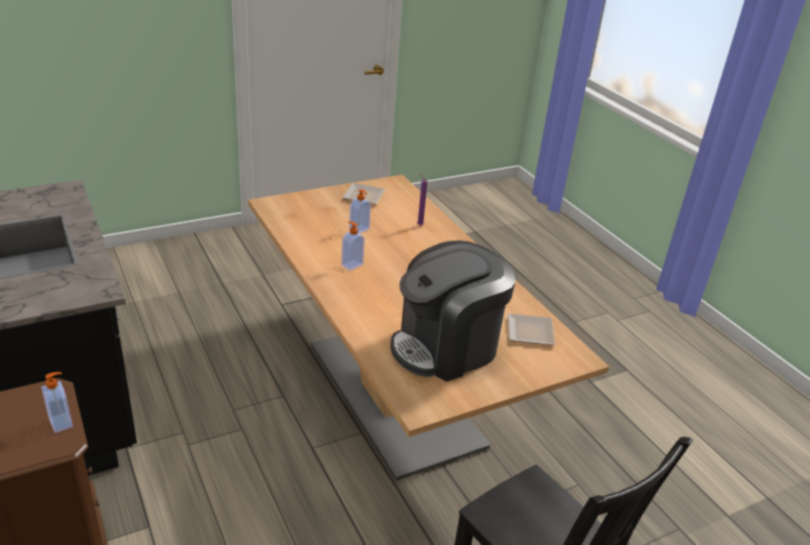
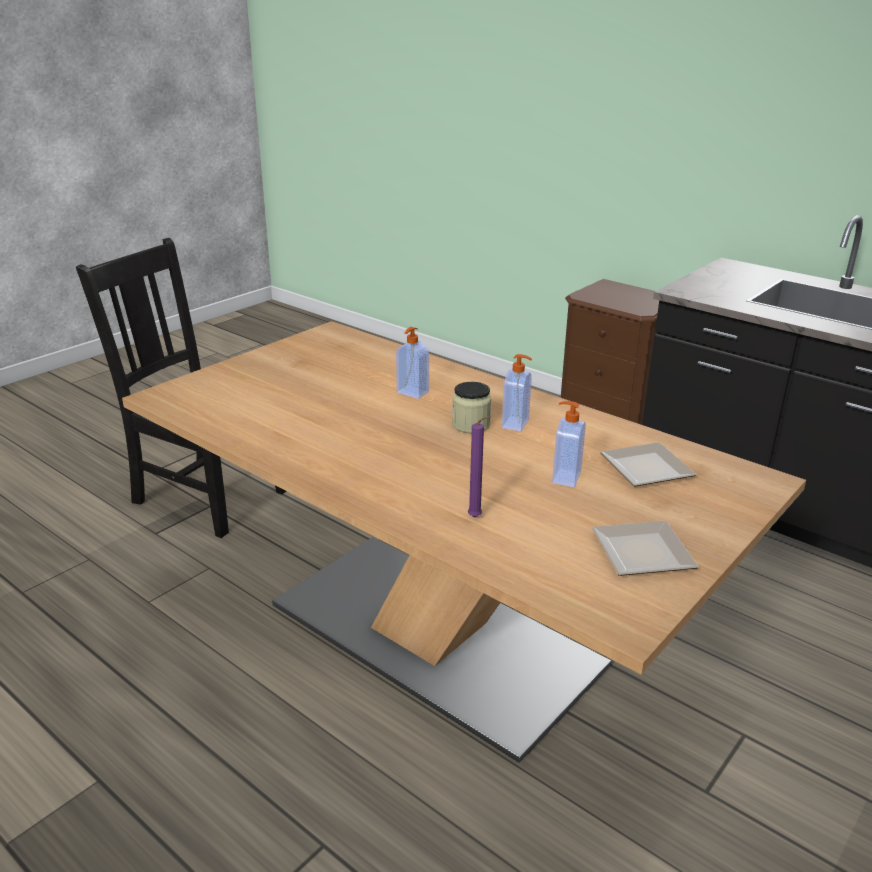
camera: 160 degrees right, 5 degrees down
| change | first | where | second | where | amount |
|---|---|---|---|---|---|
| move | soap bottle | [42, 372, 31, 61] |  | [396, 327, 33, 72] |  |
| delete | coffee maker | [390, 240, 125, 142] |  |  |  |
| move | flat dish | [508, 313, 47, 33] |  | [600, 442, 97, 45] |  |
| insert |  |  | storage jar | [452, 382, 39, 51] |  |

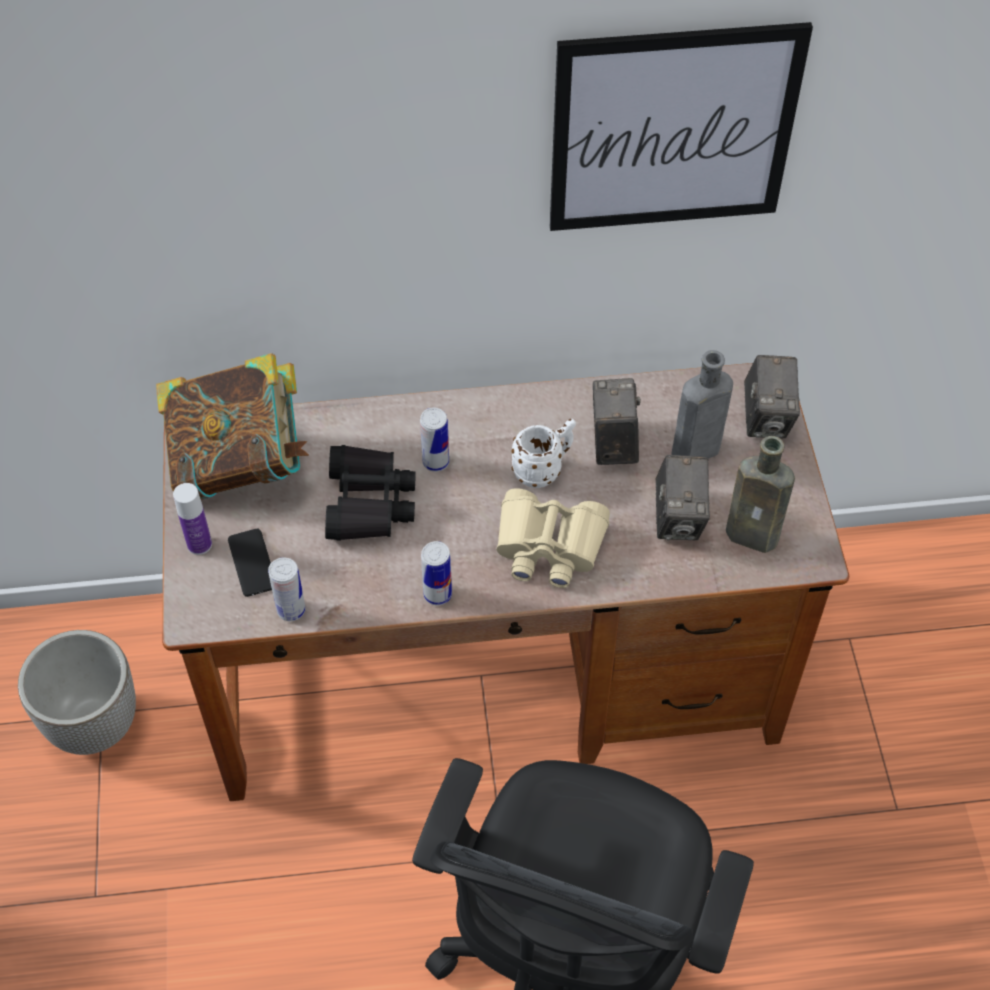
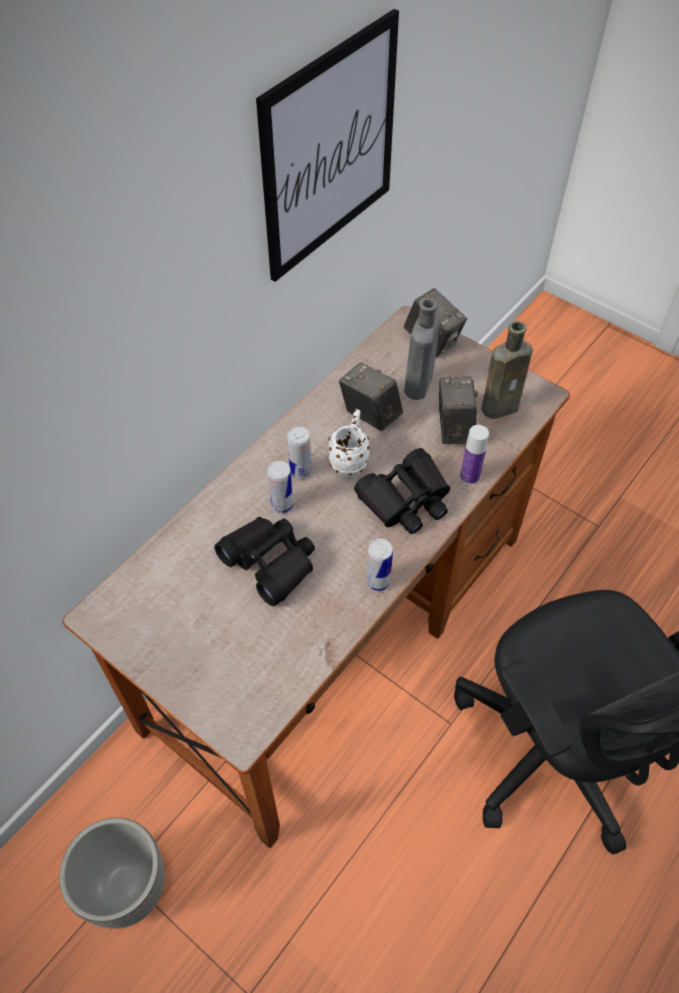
camera: 45 degrees left, 0 degrees up
| change | first | where | second | where | amount |
|---|---|---|---|---|---|
| delete | bound book | [156, 353, 153, 147] |  |  |  |
| move | beverage bottle | [173, 483, 39, 72] |  | [460, 425, 29, 60] |  |
| delete | phone | [228, 528, 44, 69] |  |  |  |
| move | sealed can | [268, 558, 38, 63] |  | [287, 427, 25, 52] |  |
| recolor | beige-coloured pair of binoculars | [496, 488, 114, 100] | black pair of binoculars | [354, 448, 96, 86] |  |
| rotate | still camera | [655, 455, 55, 85] |  | [439, 376, 39, 68] | 135 degrees counterclockwise |

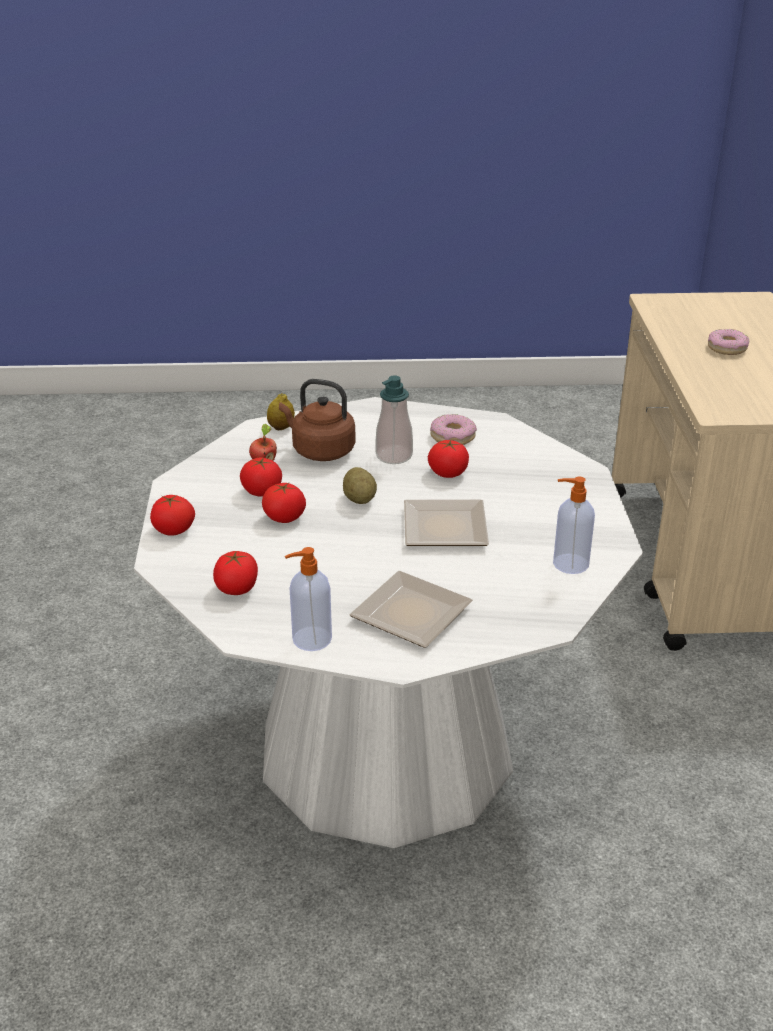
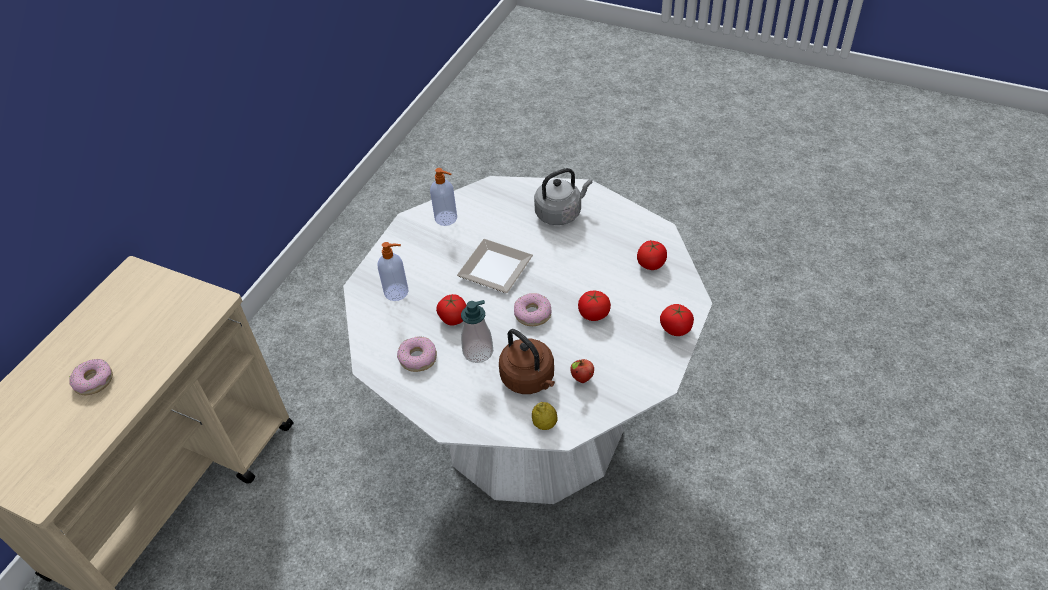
camera: 150 degrees left, 15 degrees up
| change | first | where | second | where | amount |
|---|---|---|---|---|---|
| delete | whole tomato | [240, 458, 42, 39] |  |  |  |
| move | soap bottle | [285, 547, 47, 104] |  | [378, 242, 31, 59] |  |
| replace | spud | [343, 467, 34, 37] | doughnut | [514, 293, 37, 33] |  |
| replace | flat dish | [349, 571, 124, 77] | grey tea kettle | [534, 168, 59, 57] |  |

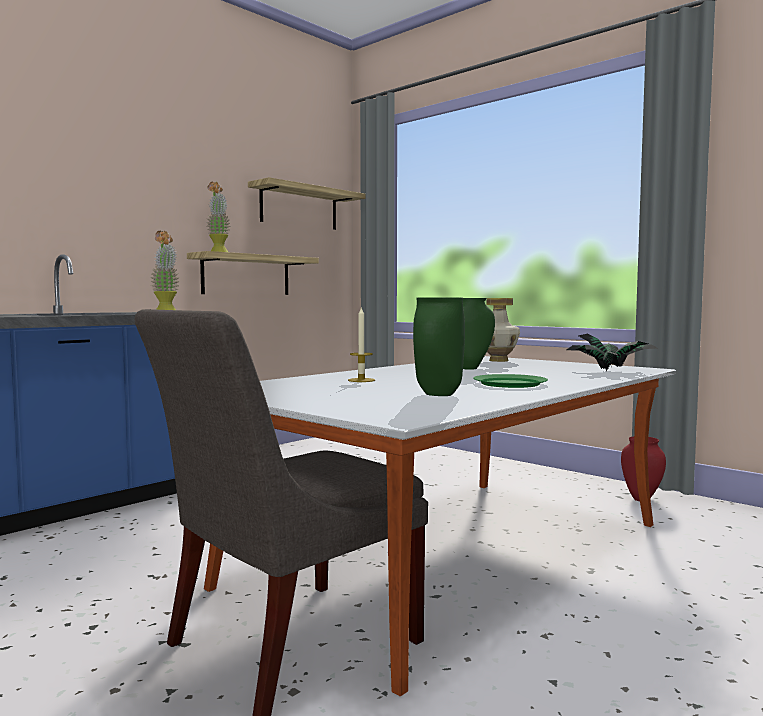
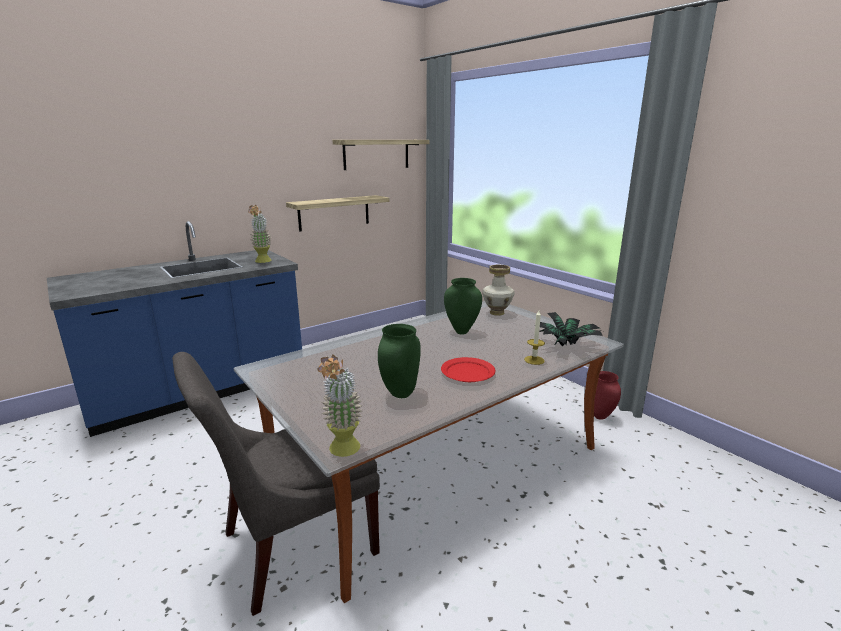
camera: 10 degrees right, 15 degrees up
| change | first | where | second | where | amount |
|---|---|---|---|---|---|
| move | houseplant | [207, 181, 24, 71] |  | [317, 354, 46, 103] |  |
| move | candle | [348, 306, 27, 76] |  | [524, 310, 21, 55] |  |
| recolor | green-coloured flat dish | [473, 374, 75, 14] | red flat dish | [441, 357, 54, 25] |  |

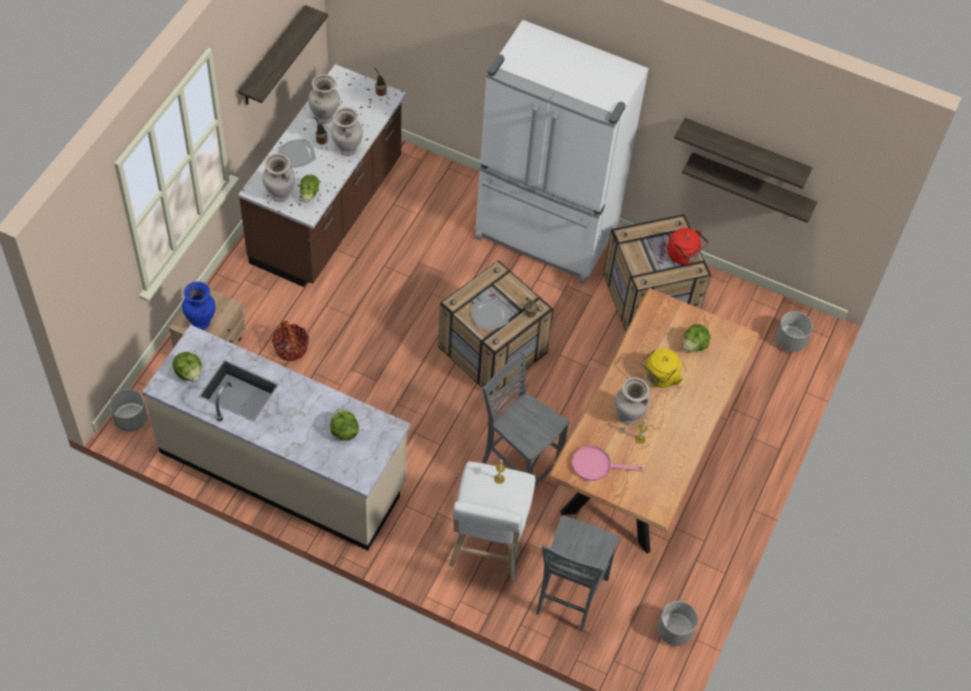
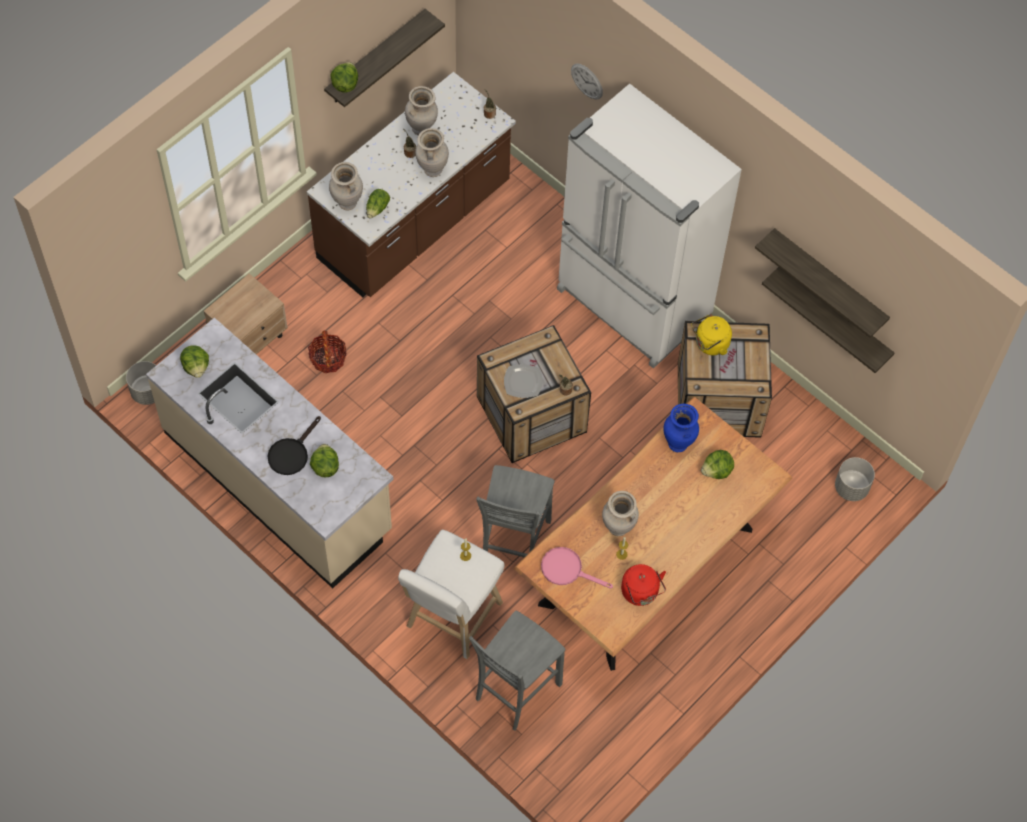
camera: 20 degrees right, 5 degrees up
| change | first | where | second | where | amount |
|---|---|---|---|---|---|
| move | bluish vase | [182, 282, 33, 48] |  | [663, 404, 36, 48] |  |
| delete | flat dish | [278, 139, 38, 29] |  |  |  |
| rotate | grey upright chair | [482, 351, 87, 135] |  | [476, 465, 79, 92] | 135 degrees counterclockwise |
| move | yellow-coloured tea kettle | [641, 349, 42, 39] |  | [691, 315, 41, 40] |  |
| delete | grey plant pot | [658, 601, 40, 45] |  |  |  |
| move | red tea kettle | [667, 228, 41, 37] |  | [621, 564, 45, 42] |  |
| insert |  |  | black pan | [267, 416, 54, 59] |  |
| insert |  |  | lettuce head | [331, 62, 27, 31] |  |
| insert |  |  | wall clock | [571, 64, 32, 35] |  |

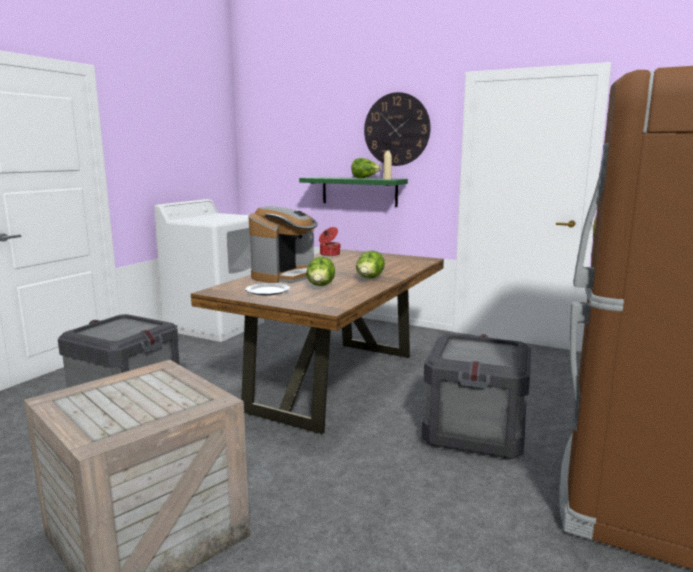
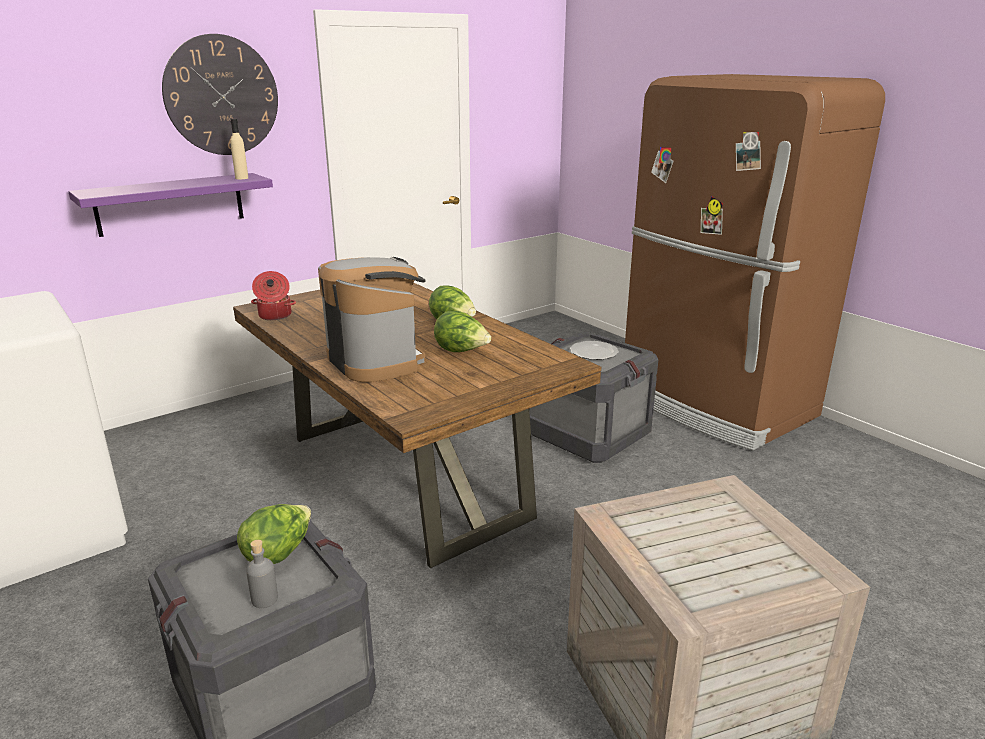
camera: 65 degrees left, 10 degrees up
| change | first | where | second | where | amount |
|---|---|---|---|---|---|
| move | flat dish | [245, 283, 45, 12] |  | [570, 341, 49, 19] |  |
| recolor | green-coloured shelf | [299, 177, 109, 30] | purplish shelf | [68, 173, 205, 64] |  |
| move | lettuce head | [351, 158, 30, 20] |  | [237, 504, 74, 60] |  |
| insert |  |  | grey beverage bottle | [246, 540, 32, 68] |  |

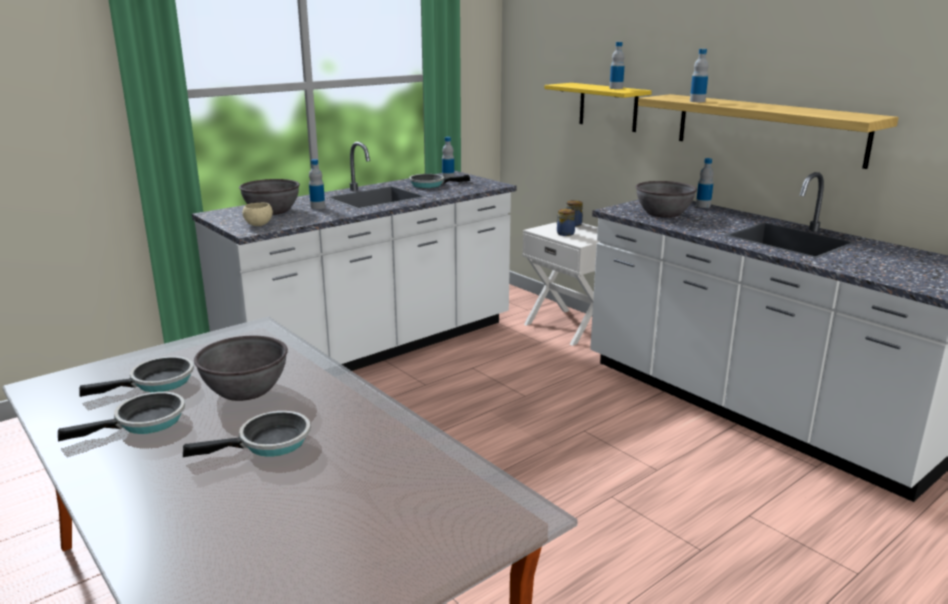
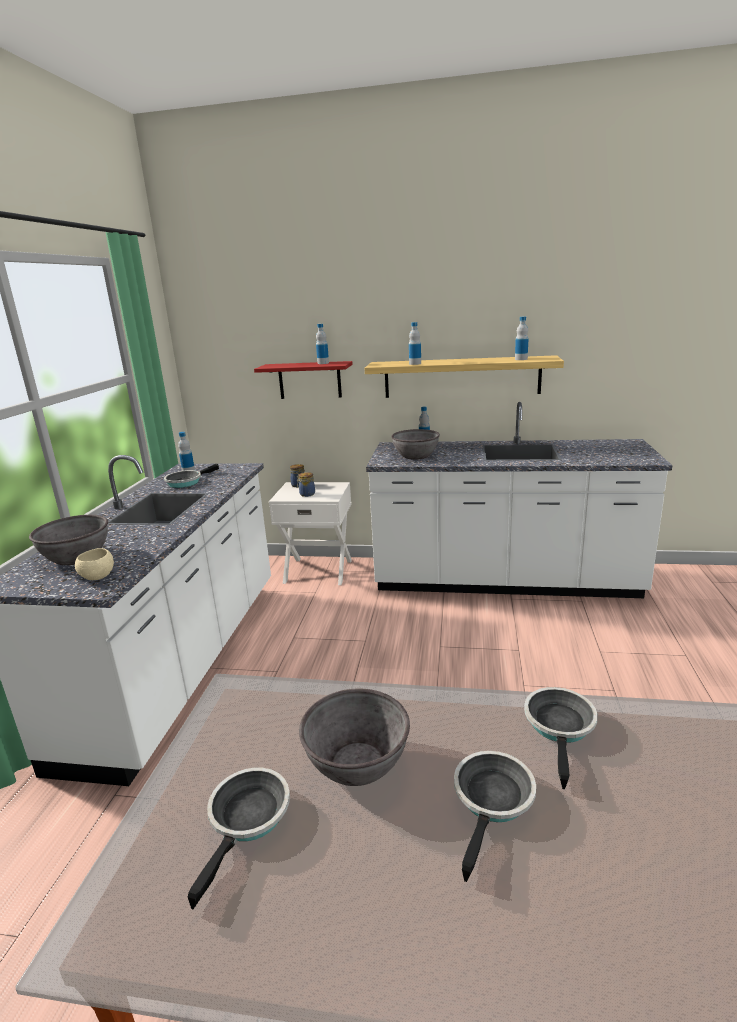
camera: 40 degrees left, 0 degrees up
| change | first | where | second | where | amount |
|---|---|---|---|---|---|
| move | pan | [58, 392, 127, 50] |  | [524, 687, 74, 102] |  |
| move | beverage bottle | [309, 159, 16, 50] |  | [515, 317, 13, 43] |  |
| recolor | yellow-coloured shelf | [544, 83, 108, 49] | red shelf | [254, 361, 99, 38] |  |

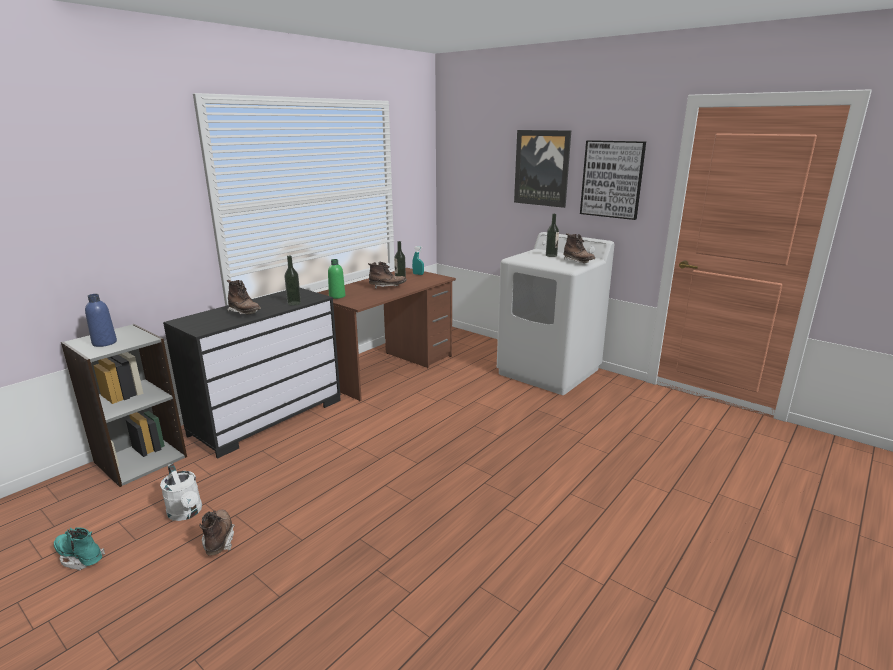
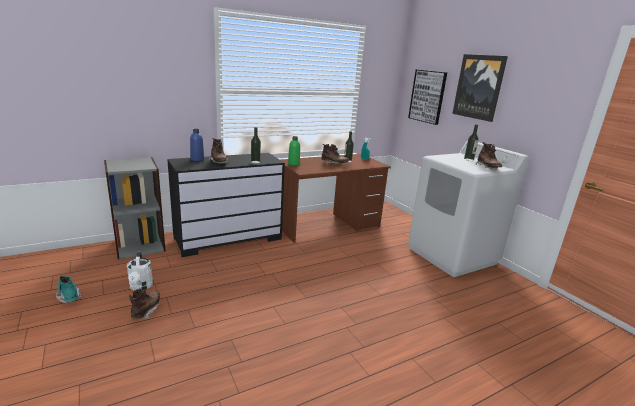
camera: 20 degrees right, 0 degrees up
| change | first | where | second | where | amount |
|---|---|---|---|---|---|
| move | bluish beverage bottle | [85, 294, 32, 53] |  | [190, 129, 14, 32] |  |
| move | picture | [580, 140, 66, 80] |  | [408, 70, 39, 55] |  |

